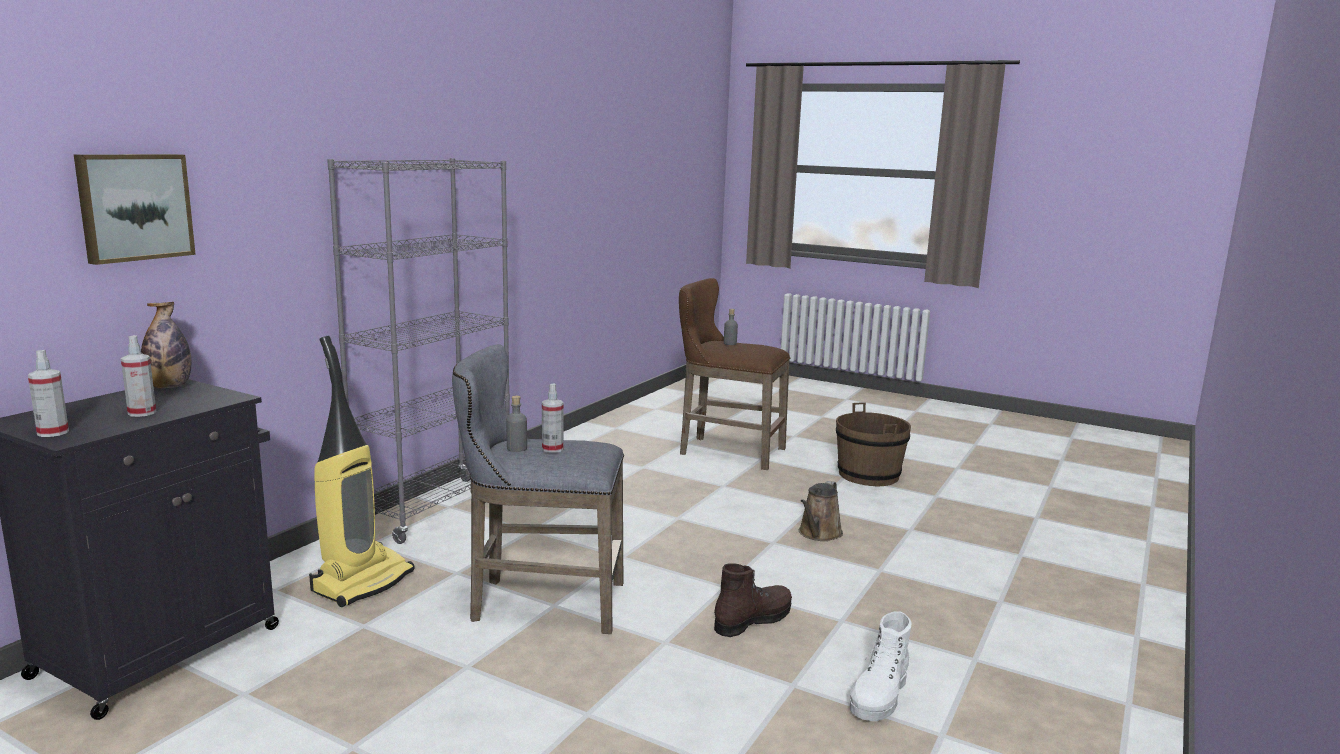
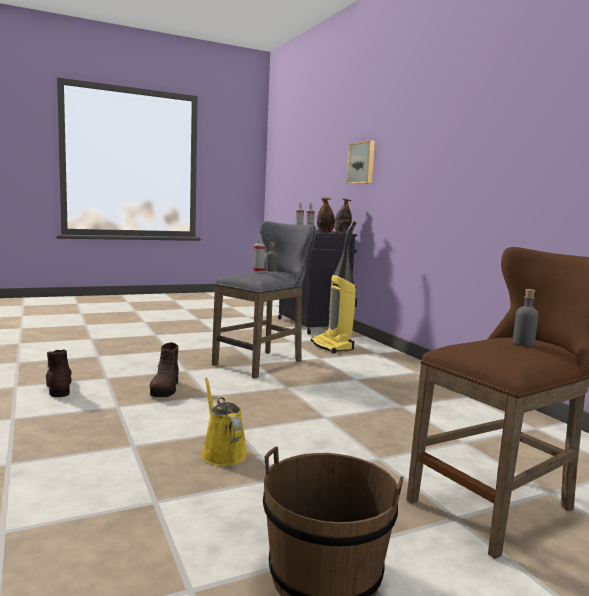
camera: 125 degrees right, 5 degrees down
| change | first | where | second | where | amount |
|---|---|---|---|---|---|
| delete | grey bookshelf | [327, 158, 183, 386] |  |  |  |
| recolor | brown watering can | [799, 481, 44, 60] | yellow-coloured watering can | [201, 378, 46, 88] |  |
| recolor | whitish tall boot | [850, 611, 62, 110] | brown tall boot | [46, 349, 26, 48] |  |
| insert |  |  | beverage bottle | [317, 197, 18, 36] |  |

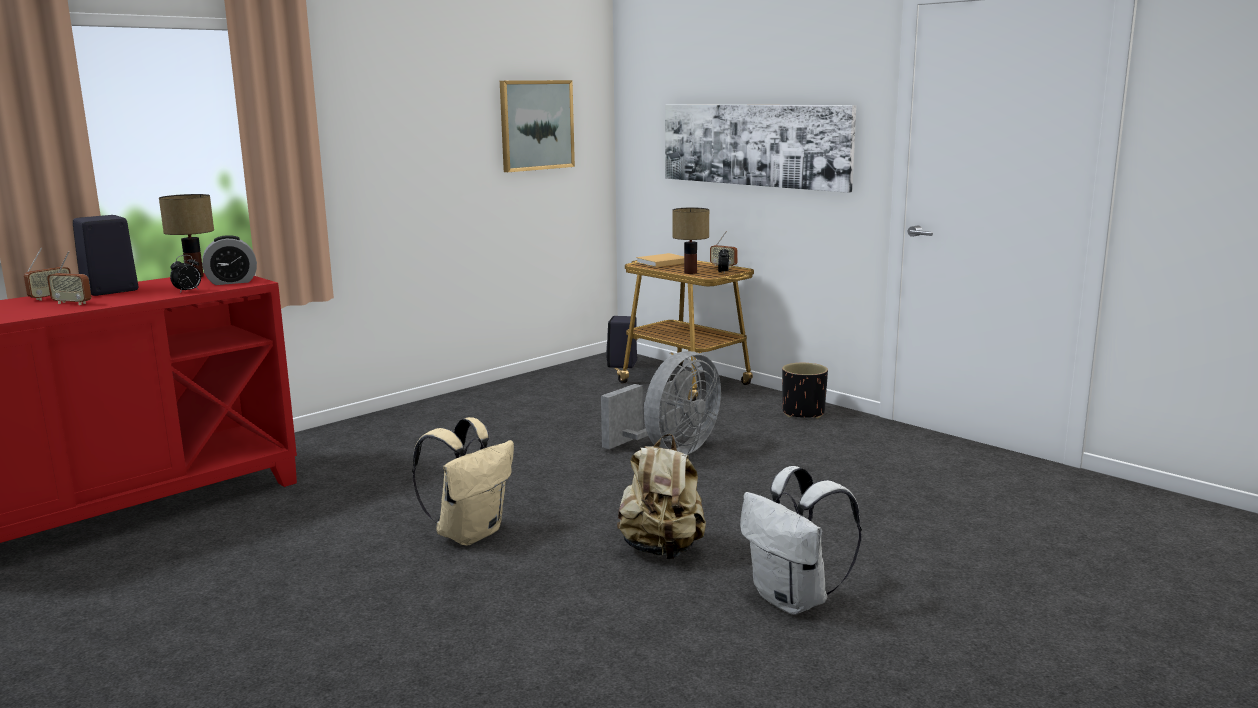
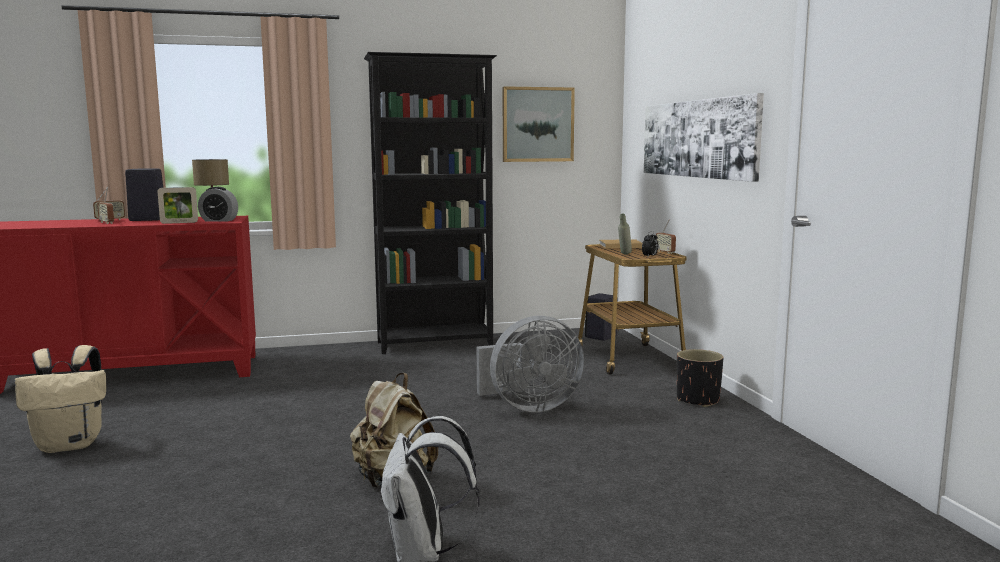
camera: 30 degrees right, 5 degrees down
| change | first | where | second | where | amount |
|---|---|---|---|---|---|
| replace | alarm clock | [170, 255, 31, 38] | standing frame | [158, 187, 40, 37] |  |
| move | beige-coloured knapsack | [412, 417, 102, 129] |  | [14, 345, 92, 108] |  |
| replace | tabletop lamp | [672, 208, 37, 66] | grey beverage bottle | [618, 214, 14, 40] |  |
| insert |  |  | black bookshelf | [364, 52, 133, 302] |  |

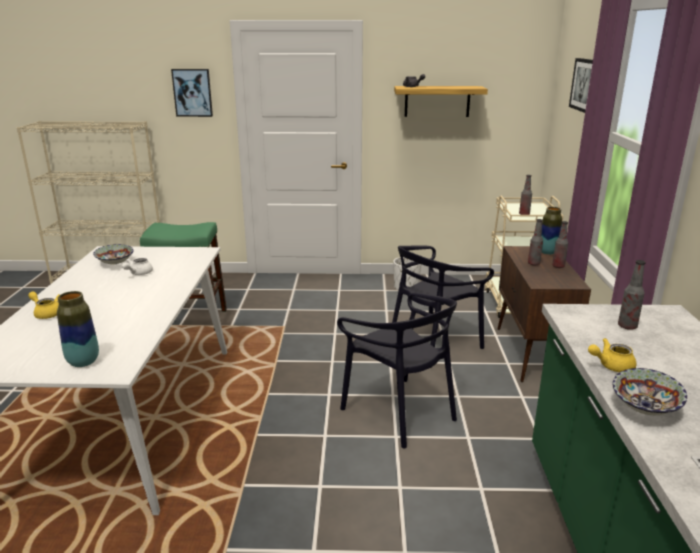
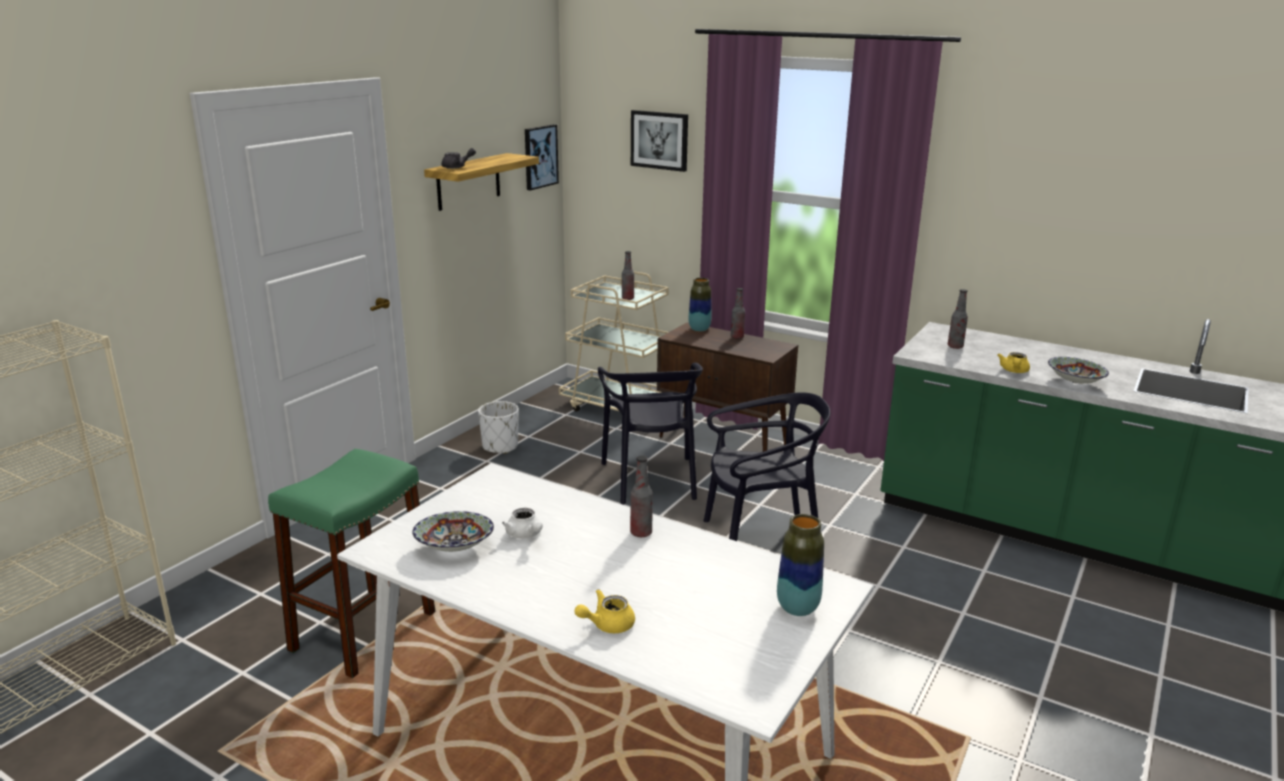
camera: 60 degrees left, 0 degrees up
| change | first | where | second | where | amount |
|---|---|---|---|---|---|
| move | picture | [171, 69, 42, 48] |  | [525, 124, 34, 66] |  |
| move | beverage bottle | [528, 219, 15, 46] |  | [630, 456, 23, 81] |  |

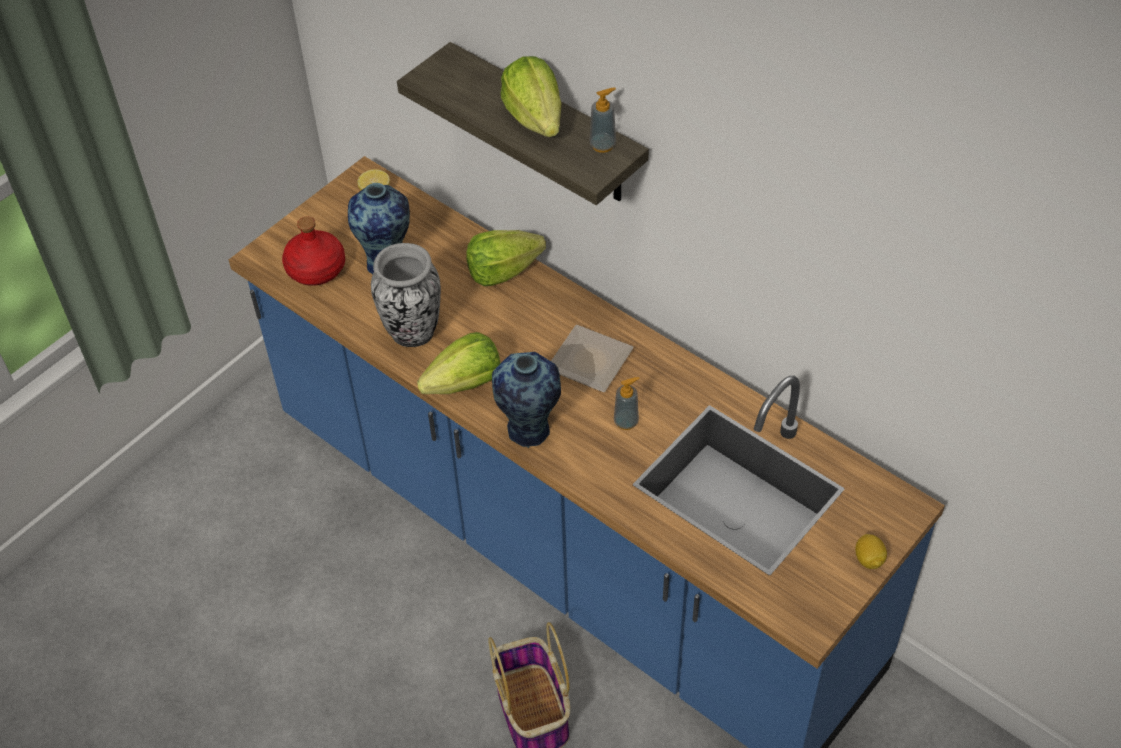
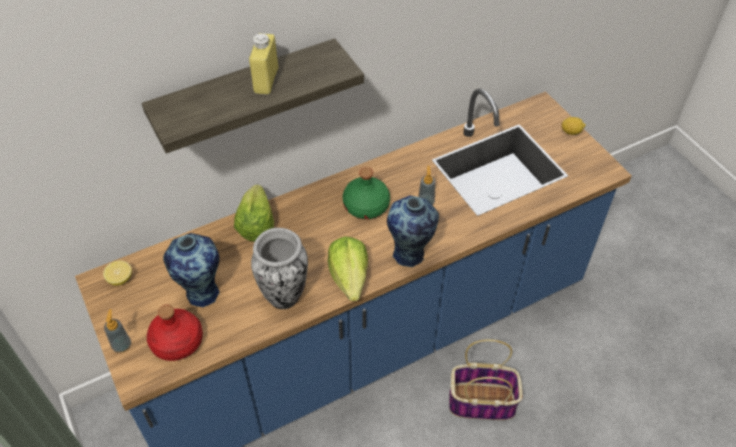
camera: 70 degrees left, 0 degrees up
| change | first | where | second | where | amount |
|---|---|---|---|---|---|
| replace | lettuce head | [500, 56, 61, 81] | yellow-coloured beverage bottle | [249, 33, 29, 62] |  |
| replace | flat dish | [551, 325, 83, 67] | green-coloured beverage bottle | [343, 167, 47, 52] |  |
| move | soap bottle | [589, 88, 27, 65] |  | [104, 309, 27, 44] |  |

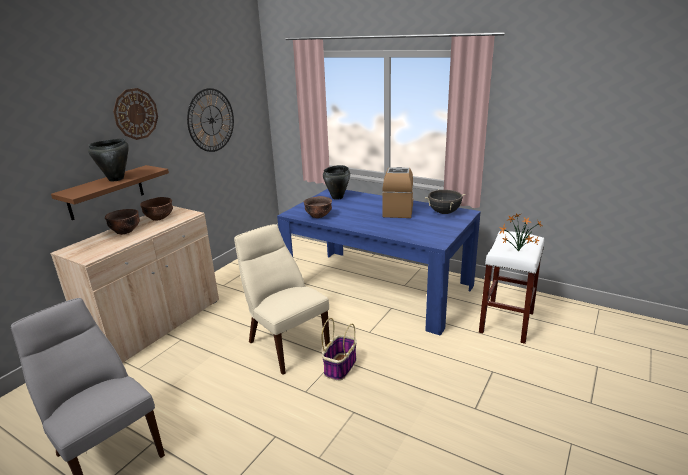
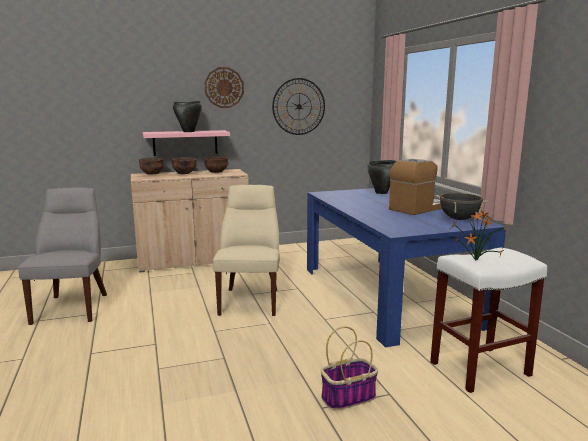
camera: 40 degrees right, 10 degrees down
| change | first | where | second | where | amount |
|---|---|---|---|---|---|
| recolor | brown shelf | [51, 165, 118, 55] | pinkish shelf | [143, 130, 87, 26] |  |
| move | brown deep dish | [304, 196, 28, 22] |  | [139, 158, 25, 16] |  |
| move | storage basket | [322, 318, 35, 63] |  | [321, 326, 57, 84] |  |

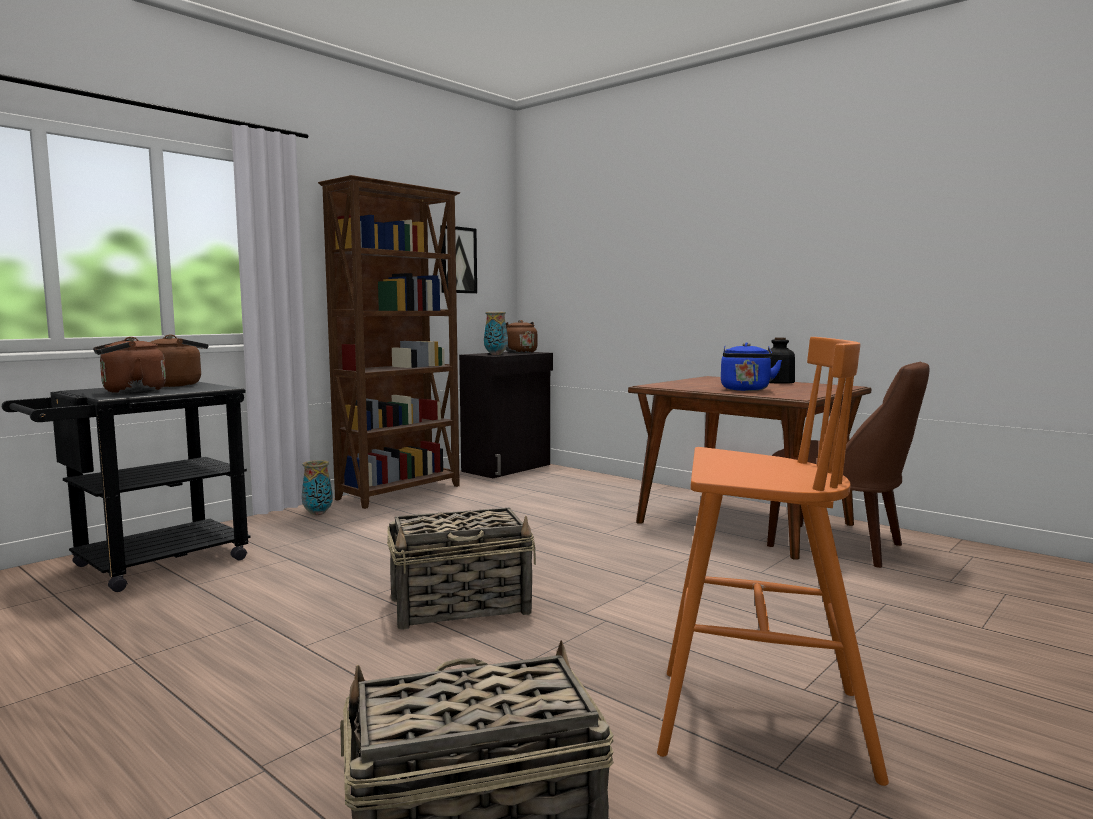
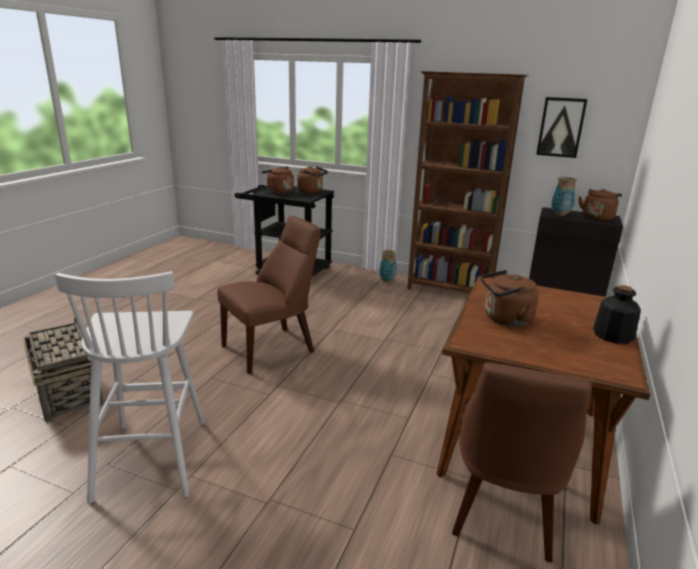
camera: 70 degrees right, 15 degrees up
| change | first | where | second | where | amount |
|---|---|---|---|---|---|
| replace | storage basket | [387, 508, 149, 122] | brown upright chair | [218, 216, 103, 158] |  |
| recolor | orangey stool seat | [657, 337, 232, 449] | whitish stool seat | [55, 271, 150, 233] |  |
| recolor | bluish tea kettle | [721, 342, 61, 49] | brown tea kettle | [481, 270, 58, 56] |  |

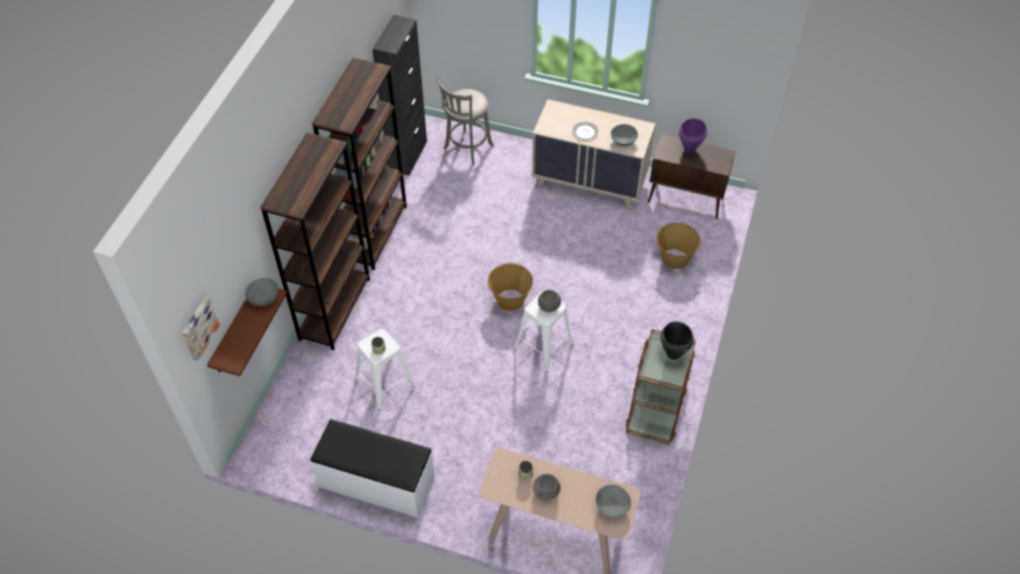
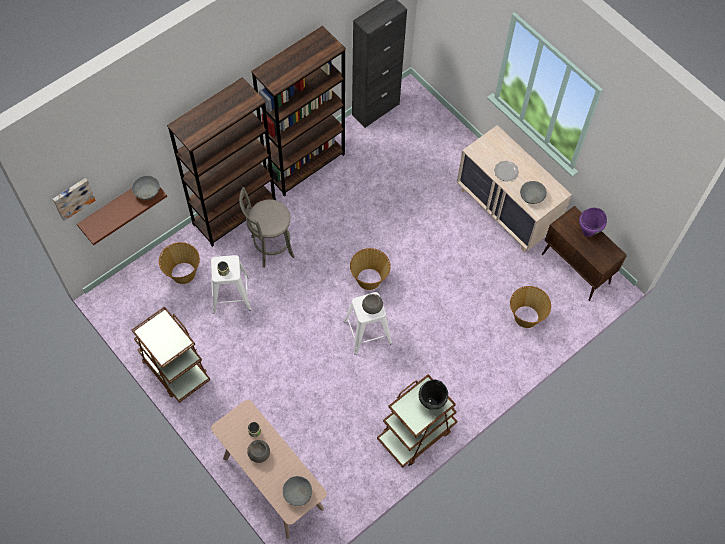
camera: 30 degrees right, 10 degrees up
| change | first | where | second | where | amount |
|---|---|---|---|---|---|
| replace | whitish long seat | [311, 419, 124, 99] | brown wheeled cart | [132, 306, 78, 97] |  |
| move | grey stool seat | [437, 77, 57, 88] |  | [239, 187, 56, 81] |  |
| insert |  |  | storage basket | [159, 242, 41, 42] |  |

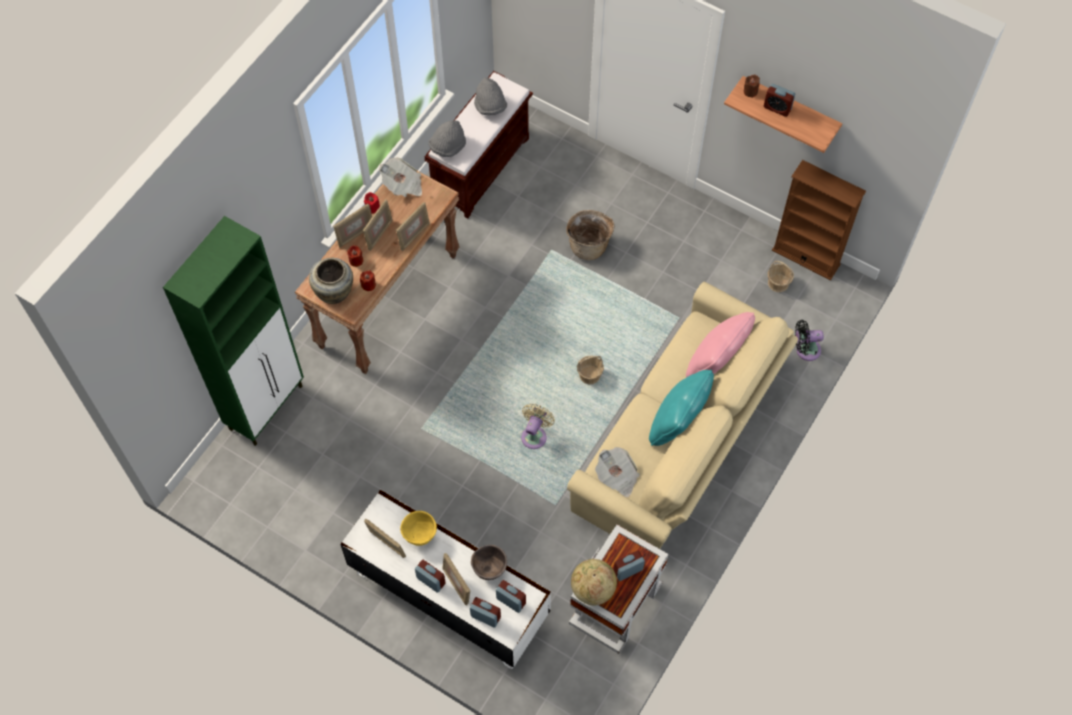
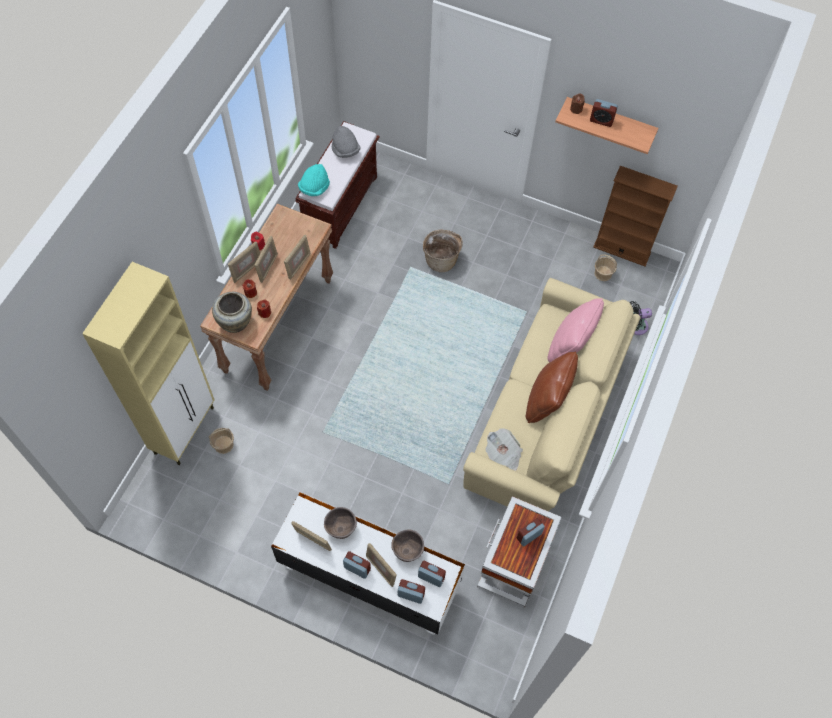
camera: 10 degrees left, 0 degrees up
| change | first | where | second | where | amount |
|---|---|---|---|---|---|
| recolor | green-coloured storage cabinet | [163, 216, 141, 230] | beige-coloured storage cabinet | [82, 262, 133, 203] |  |
| delete | daily paper | [379, 158, 43, 39] |  |  |  |
| recolor | yellow-coloured deep dish | [400, 511, 37, 35] | brown deep dish | [324, 507, 33, 32] |  |
| recolor | grey clothing hat | [428, 120, 38, 37] | blue-green clothing hat | [298, 164, 32, 32] |  |
| delete | beige-coloured cooling fan | [521, 404, 34, 45] |  |  |  |
| delete | globe | [571, 559, 46, 47] |  |  |  |
| move | storage basket | [577, 356, 27, 28] |  | [209, 428, 25, 26] |  |
| recolor | blue-green throw pillow | [649, 370, 65, 76] | brown throw pillow | [526, 351, 52, 72] |  |

